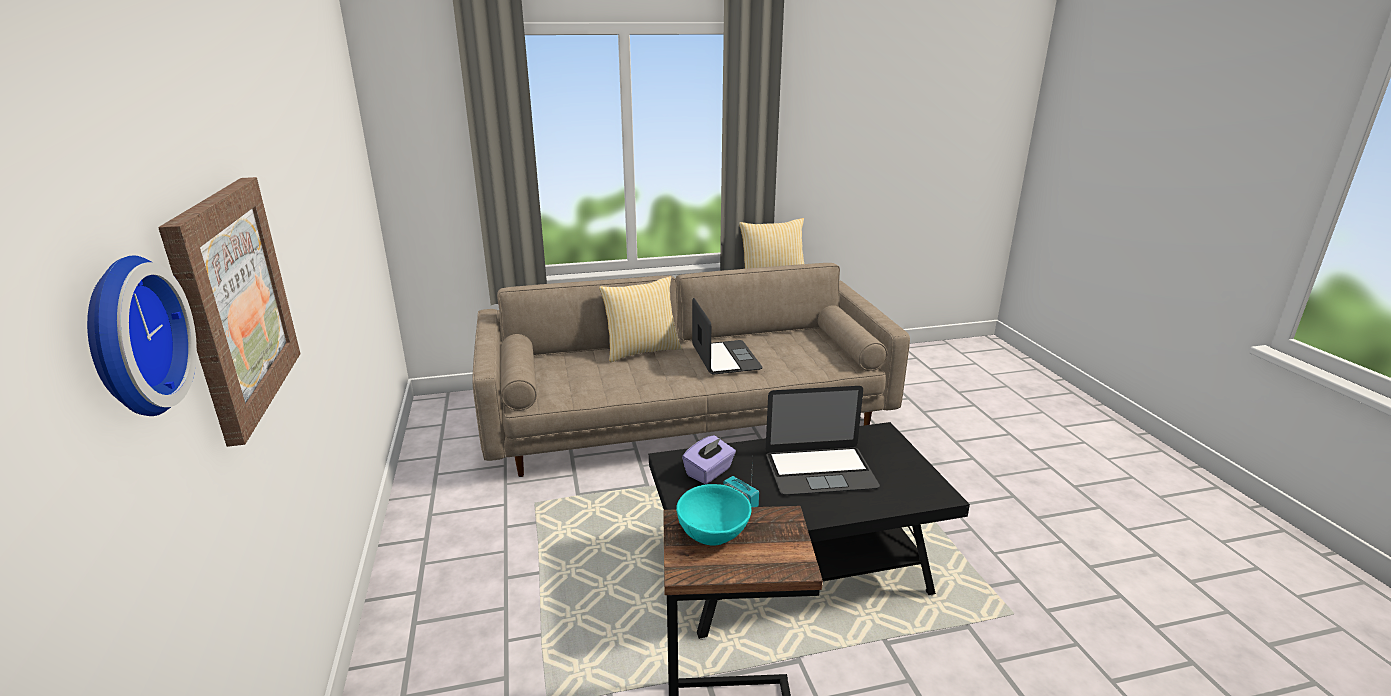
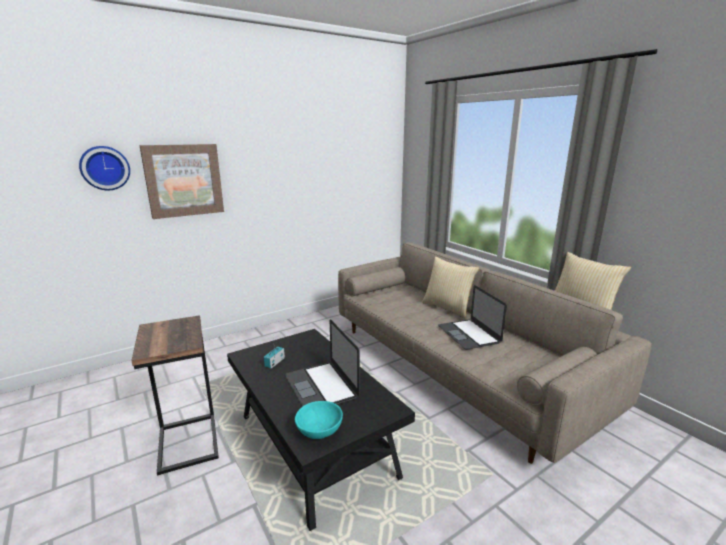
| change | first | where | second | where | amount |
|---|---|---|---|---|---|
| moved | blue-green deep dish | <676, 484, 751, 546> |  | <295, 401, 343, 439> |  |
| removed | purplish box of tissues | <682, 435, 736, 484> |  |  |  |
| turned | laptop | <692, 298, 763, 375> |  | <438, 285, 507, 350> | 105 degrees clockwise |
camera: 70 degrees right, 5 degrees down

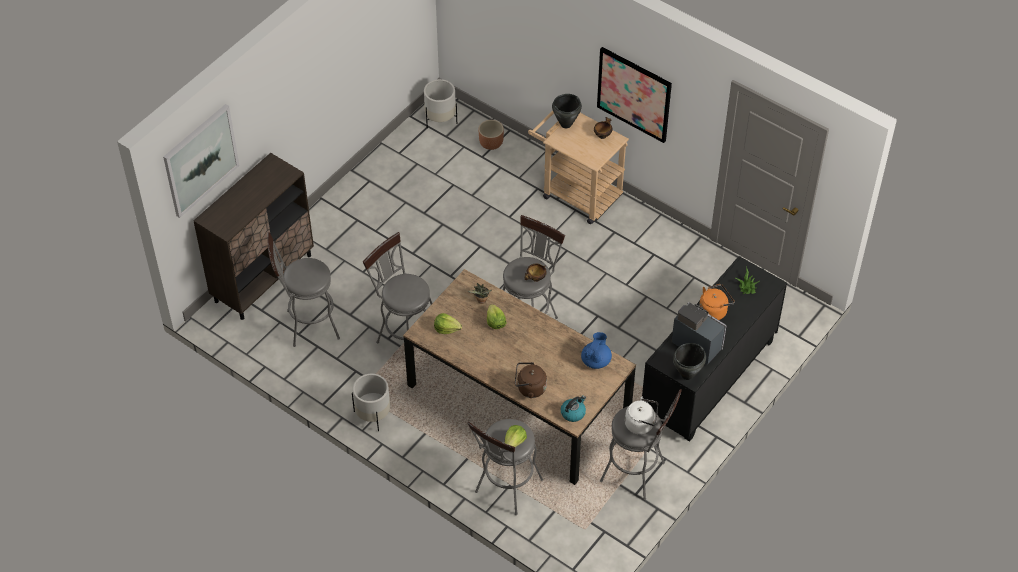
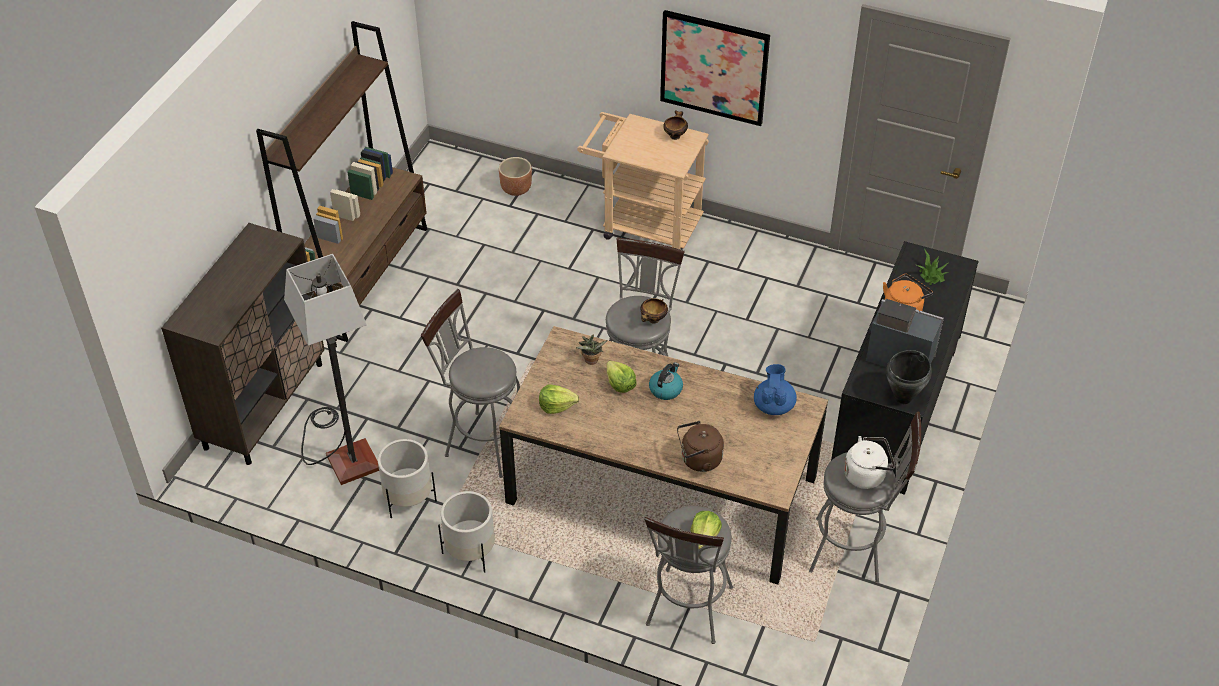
| change | first | where | second | where | amount |
|---|---|---|---|---|---|
| removed | wall picture | <163, 104, 239, 218> |  |  |  |
| replaced | grey sitting stool | <267, 232, 340, 347> | standing lamp | <284, 254, 379, 485> |  |
| moved | white-coloured planter | <424, 79, 457, 128> |  | <378, 439, 437, 518> |  |
| removed | black-coloured cooking pot | <552, 94, 582, 128> |  |  |  |
| moved | kettle | <561, 395, 586, 422> |  | <649, 362, 683, 400> |  |
| added |  |  | brownish shelving unit | <256, 21, 427, 342> |  |
camera: 15 degrees left, 5 degrees down

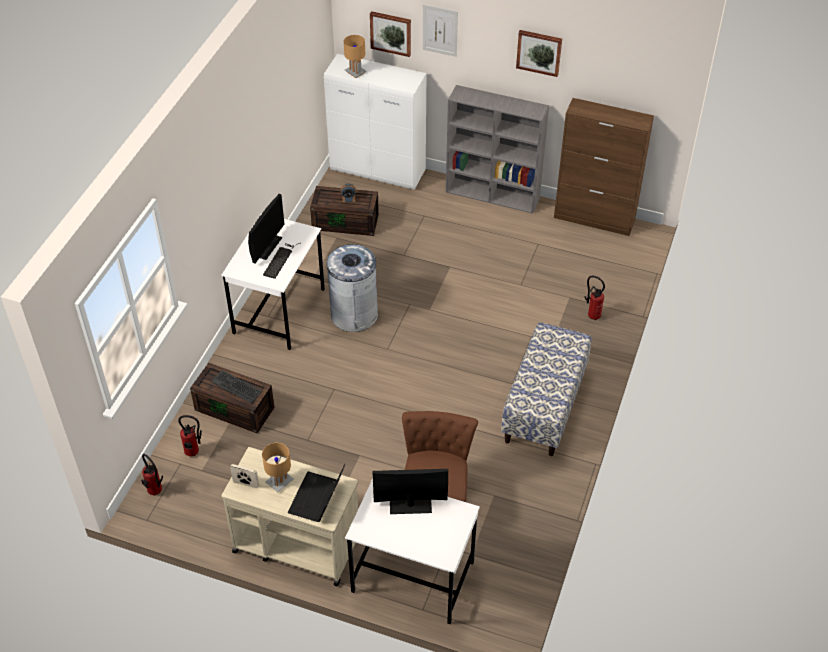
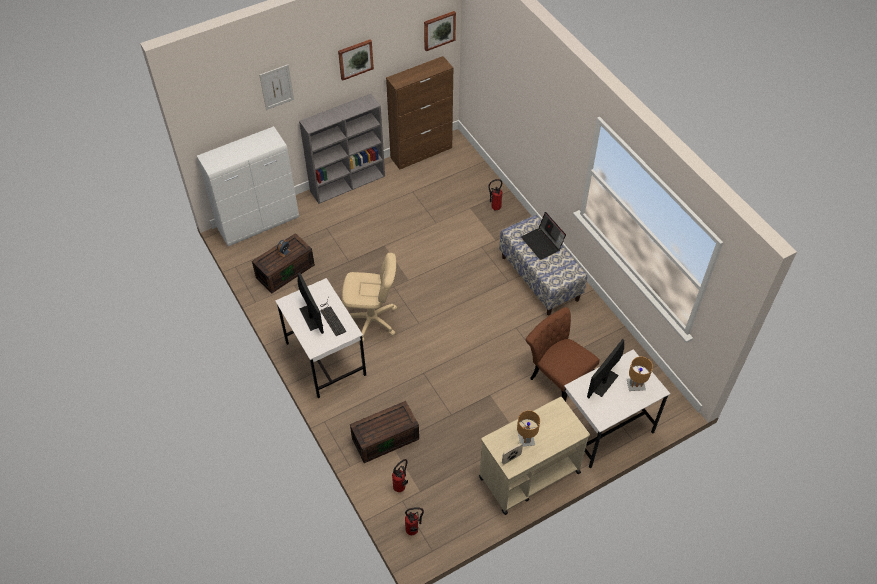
| change | first | where | second | where | amount |
|---|---|---|---|---|---|
| removed | keyboard | <211, 370, 262, 403> |  |  |  |
| moved | laptop | <288, 464, 345, 522> |  | <521, 212, 566, 260> |  |
| replaced | grey rubbish bin | <327, 244, 378, 332> | beige-coloured computer chair | <342, 253, 397, 342> |  |
| moved | brownish table lamp | <344, 35, 367, 78> |  | <627, 357, 653, 391> |  |
| moved | wall picture | <370, 11, 411, 57> |  | <424, 11, 456, 51> |  |
camera: 50 degrees left, 5 degrees up

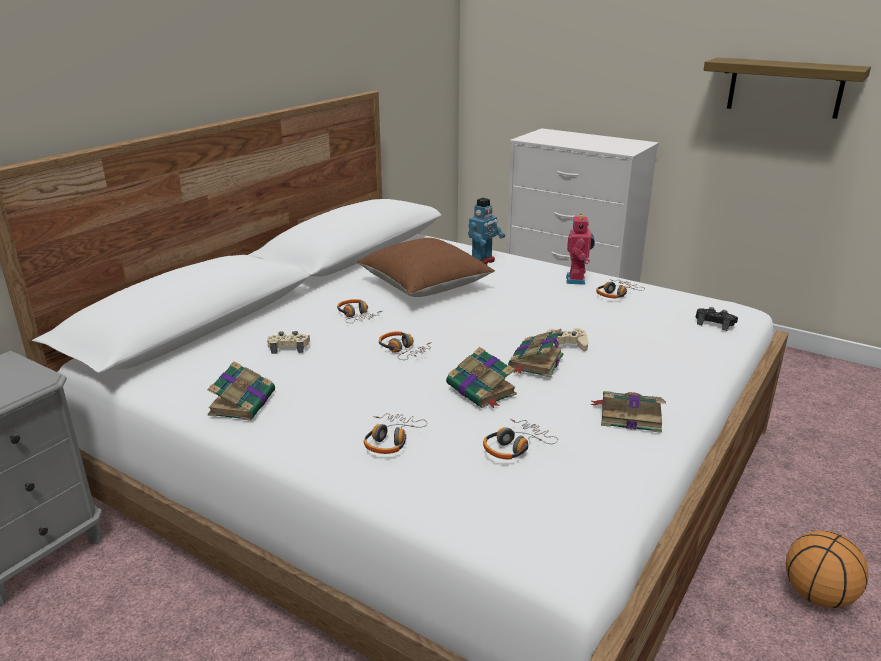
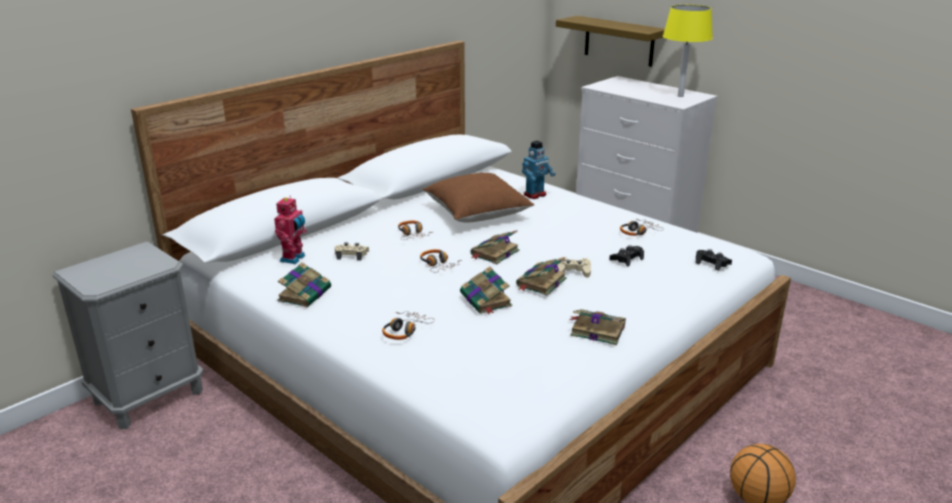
| change | first | where | second | where | amount |
|---|---|---|---|---|---|
| removed | pair of headphones | <483, 419, 558, 459> |  |  |  |
| moved | model robot | <566, 214, 595, 285> |  | <274, 196, 307, 264> |  |
| moved | shelf | <703, 57, 871, 119> |  | <556, 16, 665, 67> |  |
| added |  |  | bound book | <471, 230, 519, 264> |  |
| added |  |  | black-coloured joypad | <609, 245, 644, 267> |  |
| added |  |  | yellow table lamp | <663, 5, 713, 97> |  |
camera: 10 degrees right, 0 degrees up

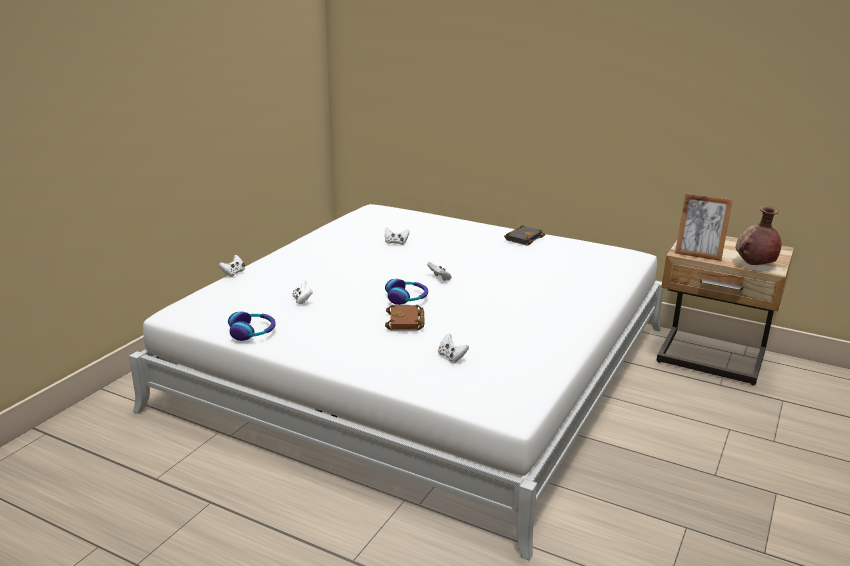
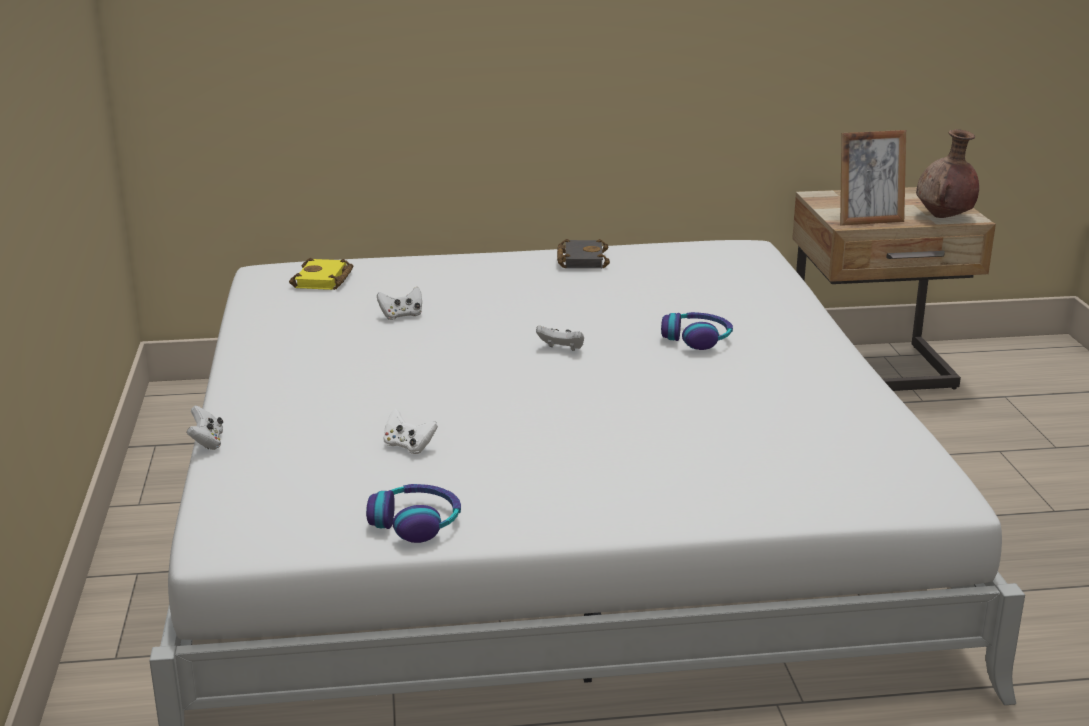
| change | first | where | second | where | amount |
|---|---|---|---|---|---|
| moved | pair of headphones | <385, 279, 428, 305> |  | <661, 312, 733, 350> |  |
| removed | brownish bound book | <385, 305, 425, 331> |  |  |  |
| removed | white-coloured joypad | <438, 334, 469, 363> |  |  |  |
| added |  |  | yellow bound book | <289, 258, 353, 290> |  |
camera: 35 degrees left, 0 degrees up

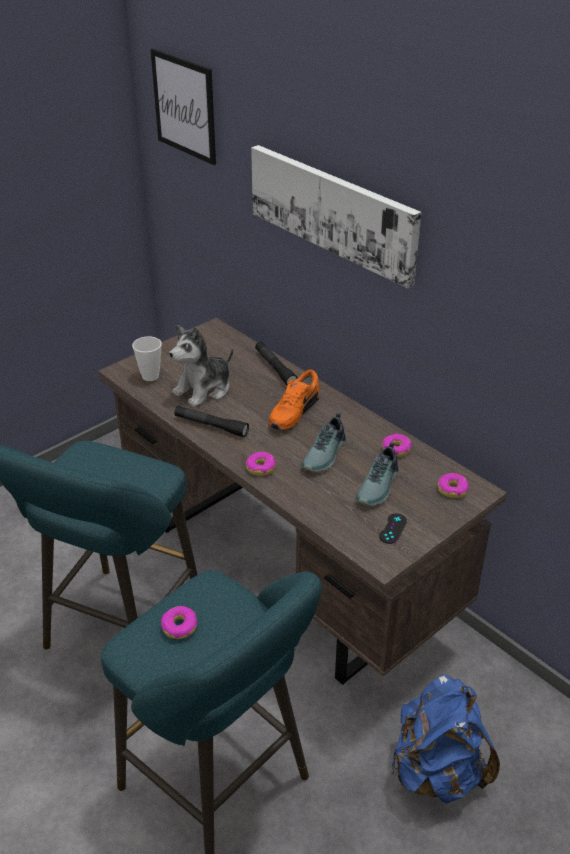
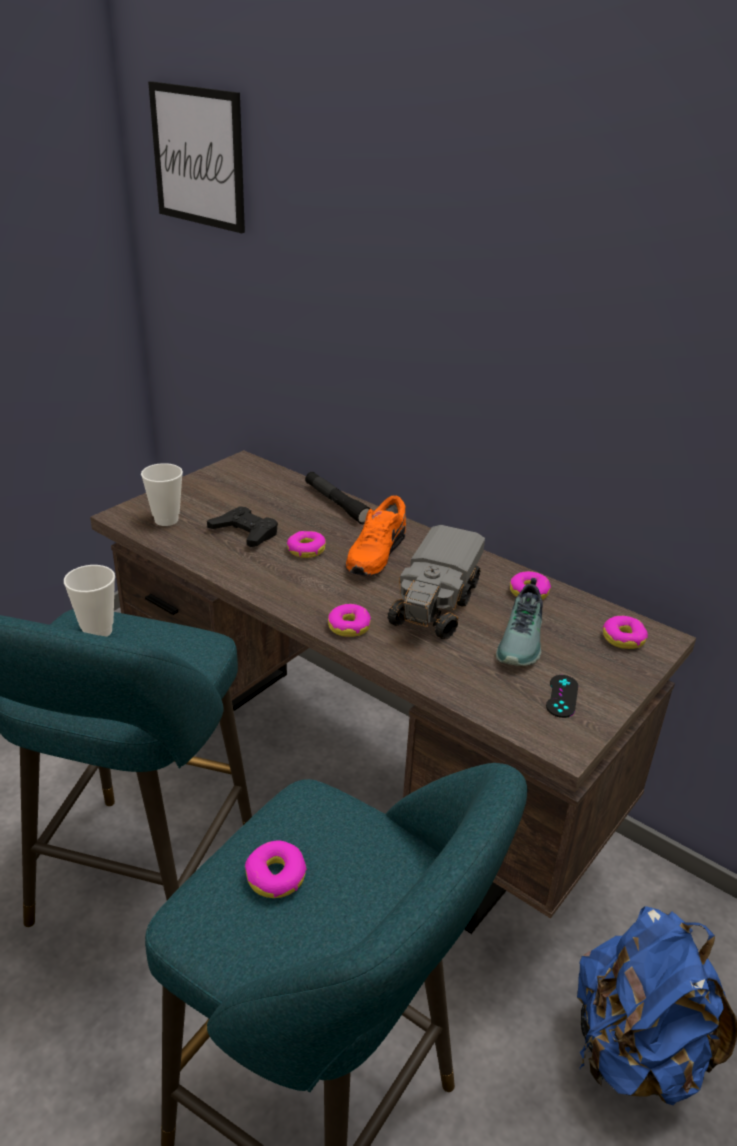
| change | first | where | second | where | amount |
|---|---|---|---|---|---|
| replaced | cuddly toy | <169, 325, 233, 407> | black-coloured joypad | <207, 506, 278, 547> |  |
| removed | black-coloured torch | <174, 406, 249, 437> |  |  |  |
| removed | wall picture | <251, 145, 421, 288> |  |  |  |
| replaced | low shoe | <301, 413, 345, 472> | model truck | <387, 525, 485, 639> |  |
| added |  |  | small cup | <64, 565, 115, 637> |  |
| added |  |  | donut | <287, 531, 326, 558> |  |
camera: 10 degrees left, 5 degrees down

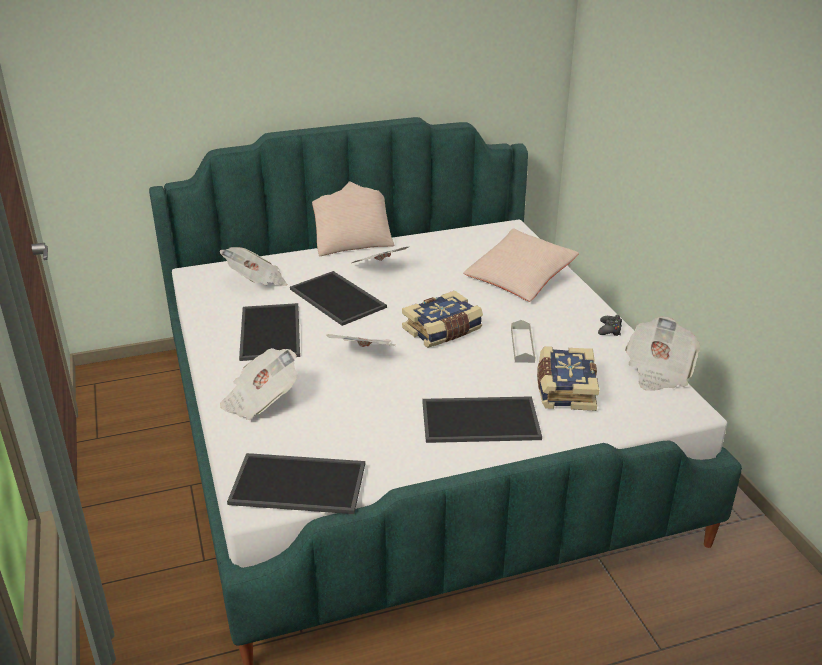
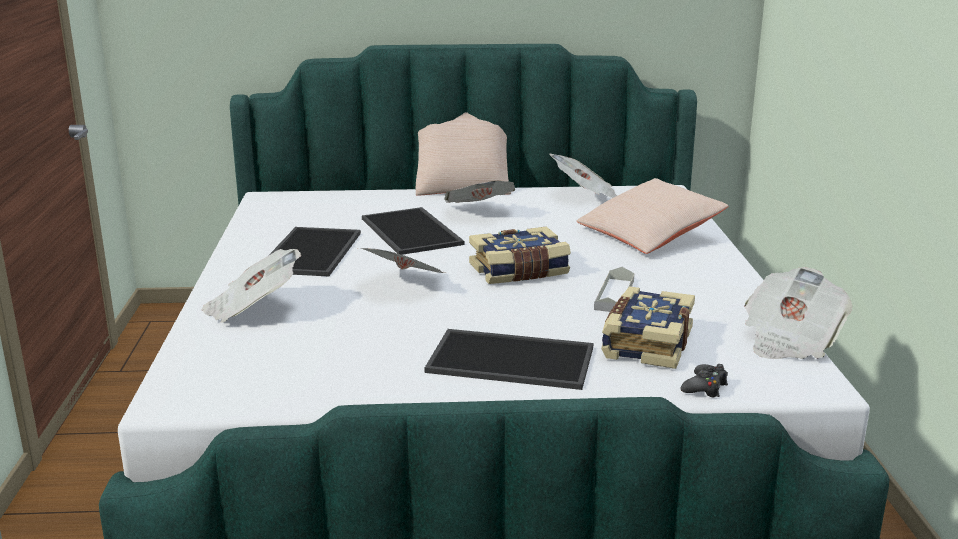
| change | first | where | second | where | amount |
|---|---|---|---|---|---|
| moved | daily paper | <220, 247, 288, 286> |  | <550, 154, 617, 198> |  |
| removed | tray | <227, 453, 365, 514> |  |  |  |
| moved | black-coloured joypad | <598, 315, 622, 336> |  | <680, 364, 728, 398> |  |
camera: 15 degrees right, 10 degrees down

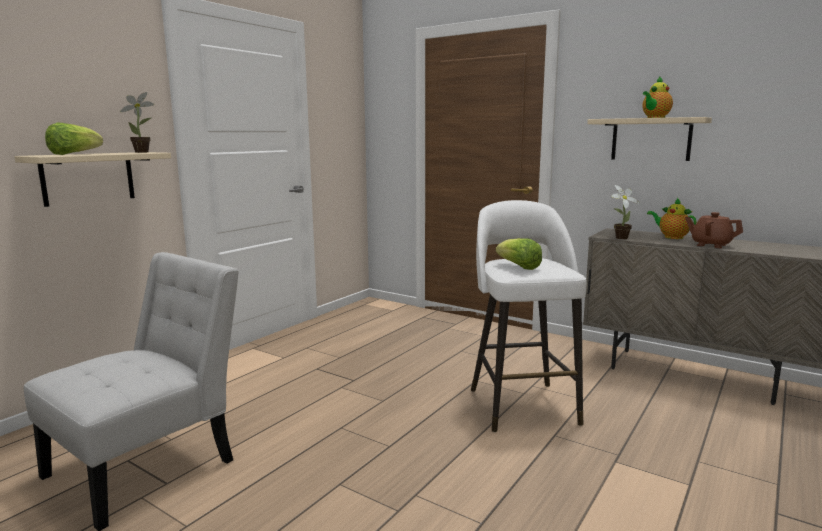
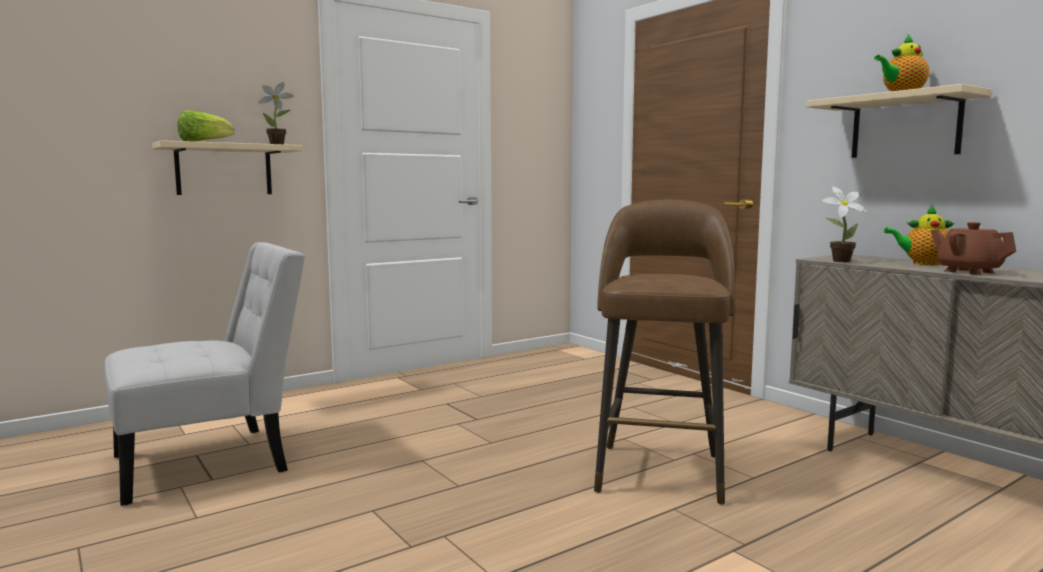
| change | first | where | second | where | amount |
|---|---|---|---|---|---|
| recoloured | white-coloured sitting stool | <471, 200, 587, 432> | brownish sitting stool | <594, 200, 735, 505> |  |
| removed | lettuce | <496, 238, 542, 270> |  |  |  |
| turned | pot for tea | <647, 198, 696, 239> |  | <883, 205, 954, 265> | 60 degrees counterclockwise |
camera: 20 degrees right, 5 degrees down

